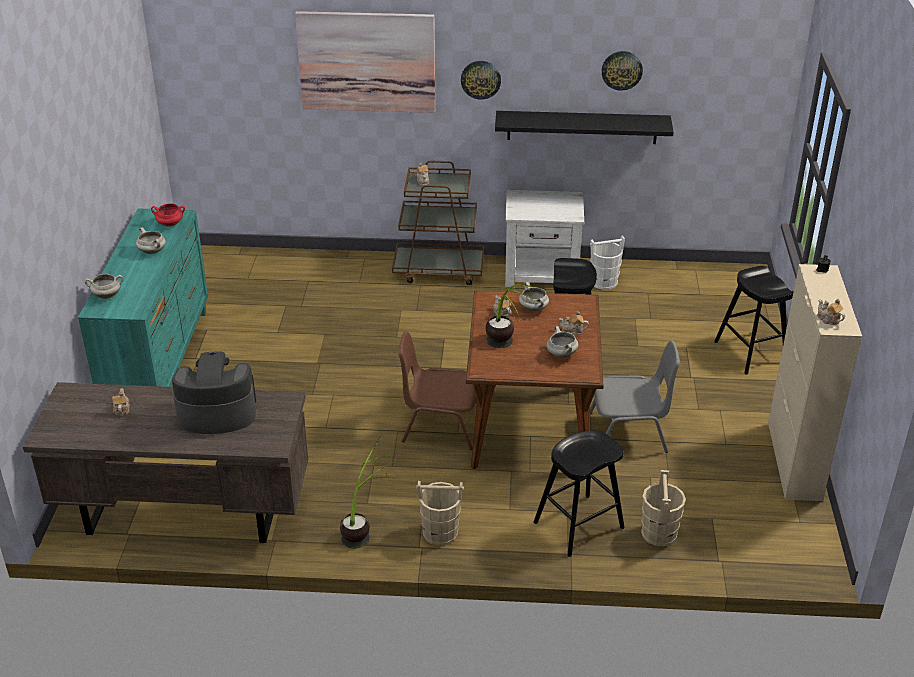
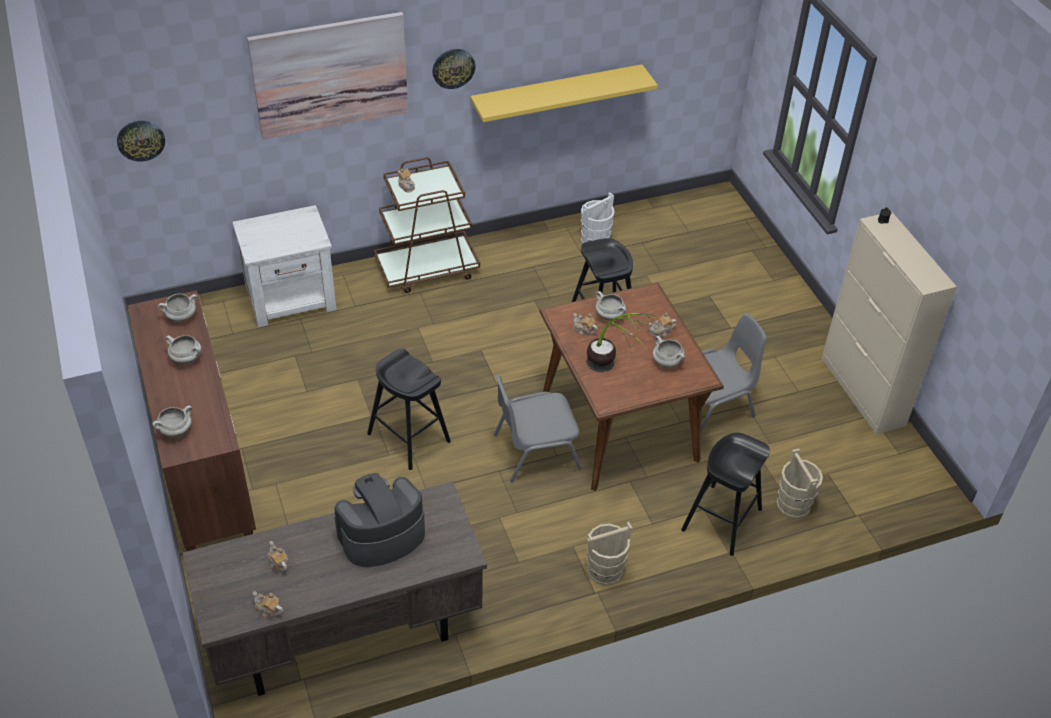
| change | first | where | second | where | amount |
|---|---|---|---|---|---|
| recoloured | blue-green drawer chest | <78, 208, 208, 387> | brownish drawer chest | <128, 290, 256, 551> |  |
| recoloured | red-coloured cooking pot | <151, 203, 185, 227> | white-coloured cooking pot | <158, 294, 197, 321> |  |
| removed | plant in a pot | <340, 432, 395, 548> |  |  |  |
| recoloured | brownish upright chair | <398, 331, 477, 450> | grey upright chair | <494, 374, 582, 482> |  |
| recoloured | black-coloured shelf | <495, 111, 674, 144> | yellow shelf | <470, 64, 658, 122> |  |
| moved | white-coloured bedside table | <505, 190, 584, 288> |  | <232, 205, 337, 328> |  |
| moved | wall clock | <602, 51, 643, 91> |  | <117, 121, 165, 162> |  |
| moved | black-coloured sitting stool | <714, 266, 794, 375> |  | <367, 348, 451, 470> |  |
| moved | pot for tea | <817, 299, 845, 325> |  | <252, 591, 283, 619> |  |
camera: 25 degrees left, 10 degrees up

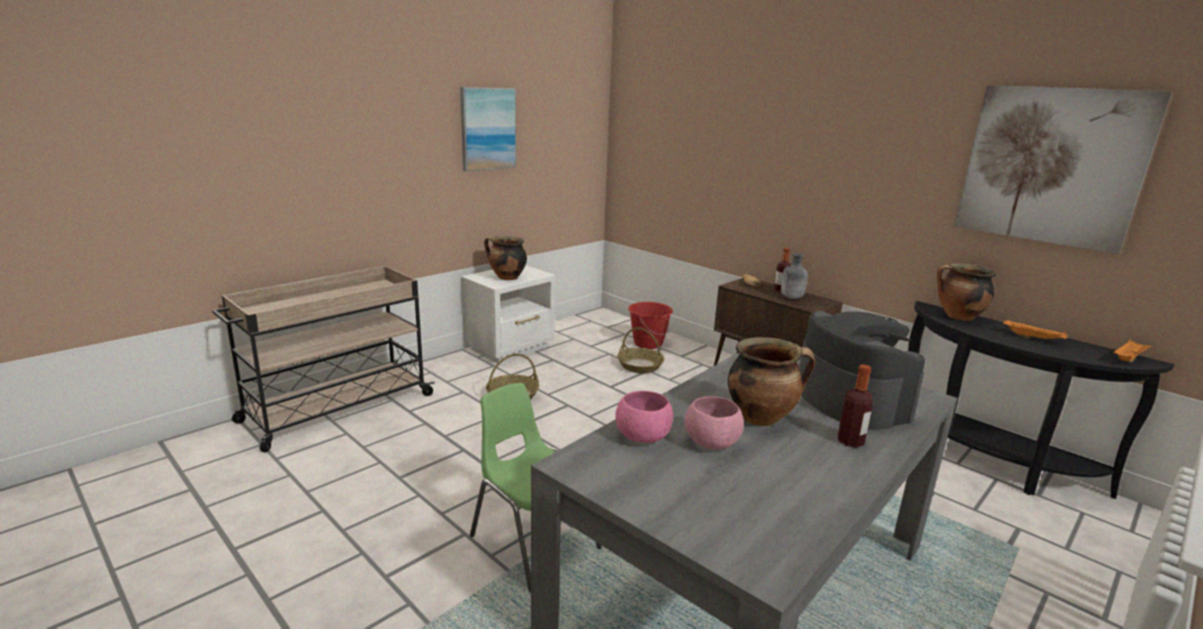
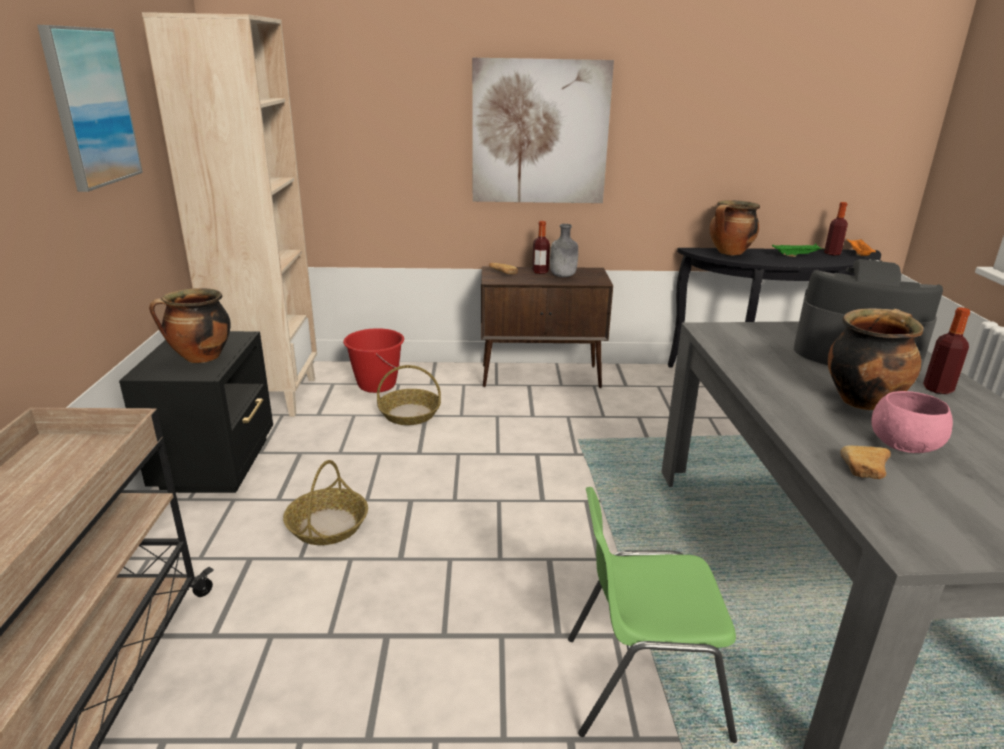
| change | first | where | second | where | amount |
|---|---|---|---|---|---|
| recoloured | white-coloured bedside table | <461, 265, 555, 363> | black-coloured bedside table | <119, 331, 273, 493> |  |
| replaced | pink-coloured deep dish | <616, 391, 673, 443> | baked bread | <840, 446, 891, 479> |  |
| moved | wall picture | <954, 85, 1172, 254> |  | <472, 58, 614, 203> |  |
| recoloured | orangey tray | <1003, 320, 1067, 339> | green tray | <772, 243, 822, 257> |  |
| added |  |  | beige-coloured shelving unit | <142, 12, 317, 417> |  |
| added |  |  | drink bottle | <824, 202, 848, 255> |  |
camera: 45 degrees left, 5 degrees up

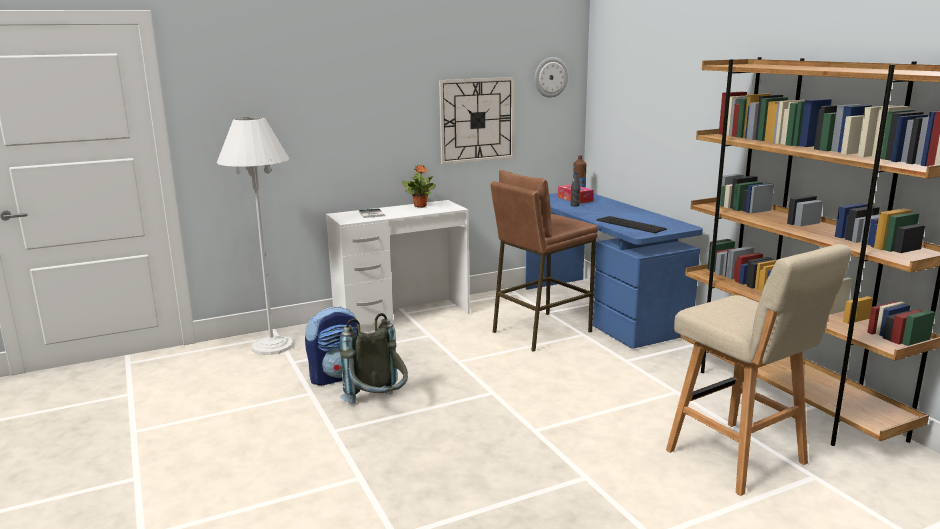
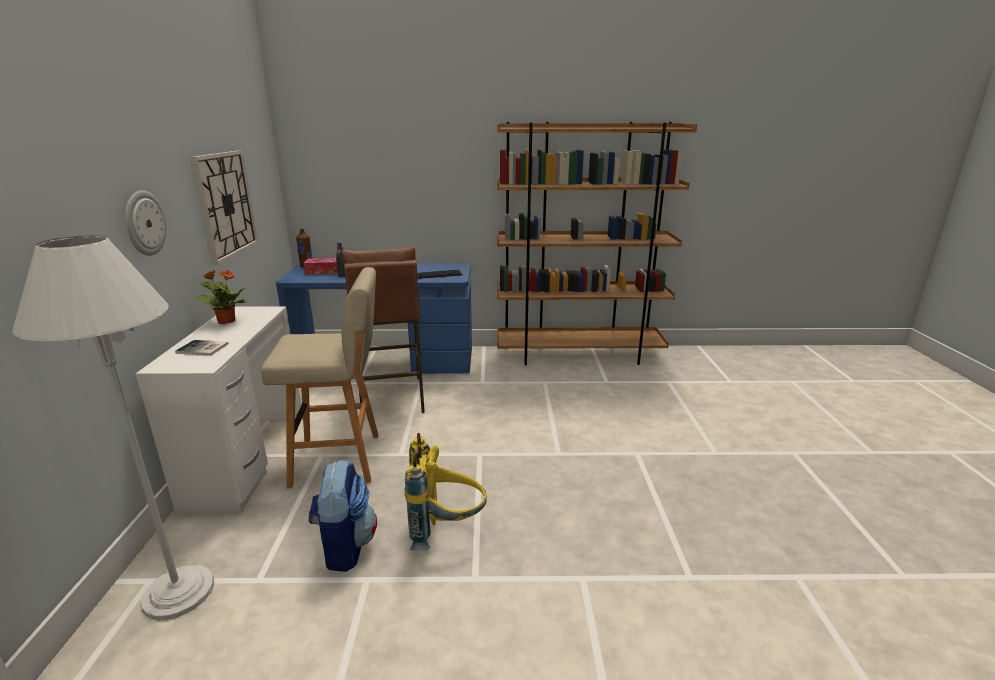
| change | first | where | second | where | amount |
|---|---|---|---|---|---|
| recoloured | grey knapsack | <340, 313, 408, 404> | yellow knapsack | <404, 433, 487, 551> |  |
| moved | wall clock | <535, 57, 568, 98> |  | <125, 190, 166, 256> |  |
| moved | beige-coloured sitting stool | <666, 244, 851, 496> |  | <261, 267, 379, 488> |  |
camera: 65 degrees left, 5 degrees up

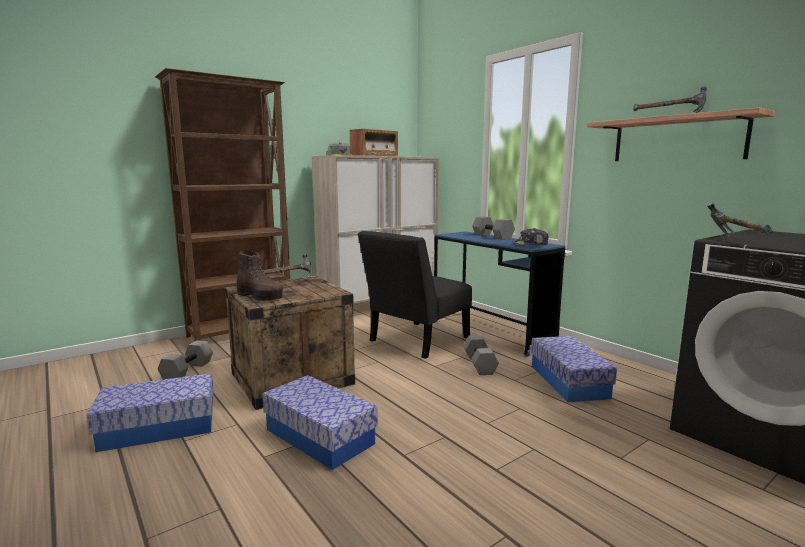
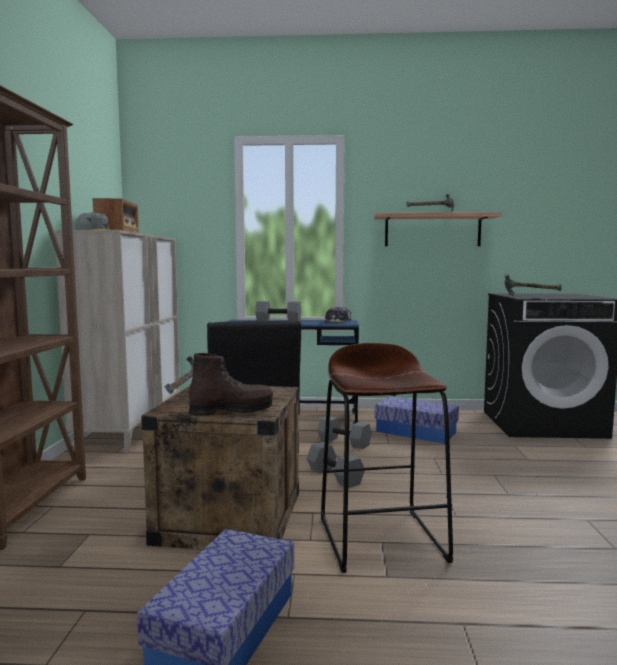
| change | first | where | second | where | amount |
|---|---|---|---|---|---|
| moved | grey hand weight | <158, 340, 213, 380> |  | <306, 442, 365, 488> |  |
| replaced | storage container | <262, 375, 378, 470> | brownish sitting stool | <321, 343, 453, 573> |  |
camera: 50 degrees left, 5 degrees down

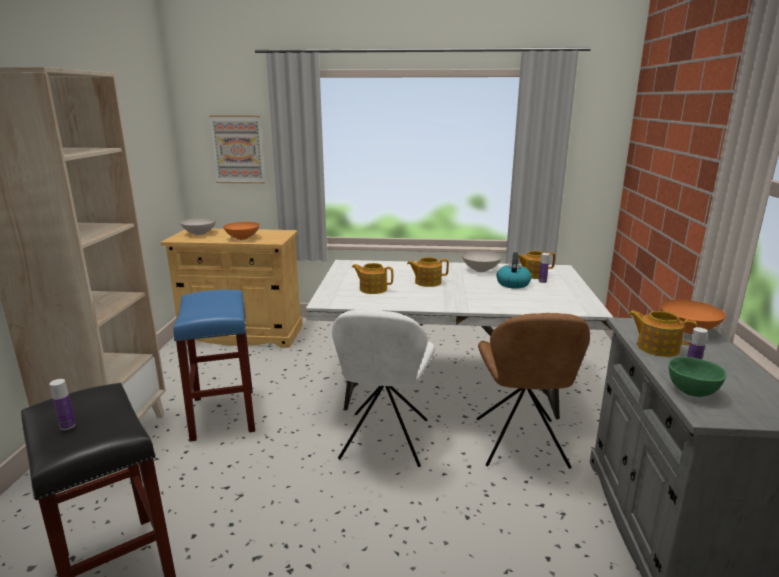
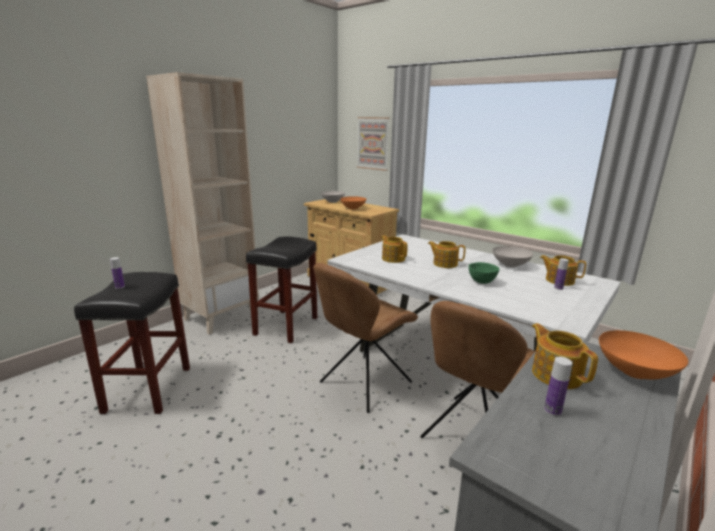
| change | first | where | second | where | amount |
|---|---|---|---|---|---|
| recoloured | blue sitting stool | <173, 289, 255, 442> | black-coloured sitting stool | <246, 236, 317, 343> |  |
| recoloured | white-coloured upright chair | <332, 310, 435, 467> | brownish upright chair | <313, 263, 418, 413> |  |
| removed | kettle | <496, 252, 531, 289> |  |  |  |
| moved | green deep dish | <669, 357, 726, 397> |  | <468, 262, 500, 284> |  |
camera: 35 degrees right, 0 degrees up

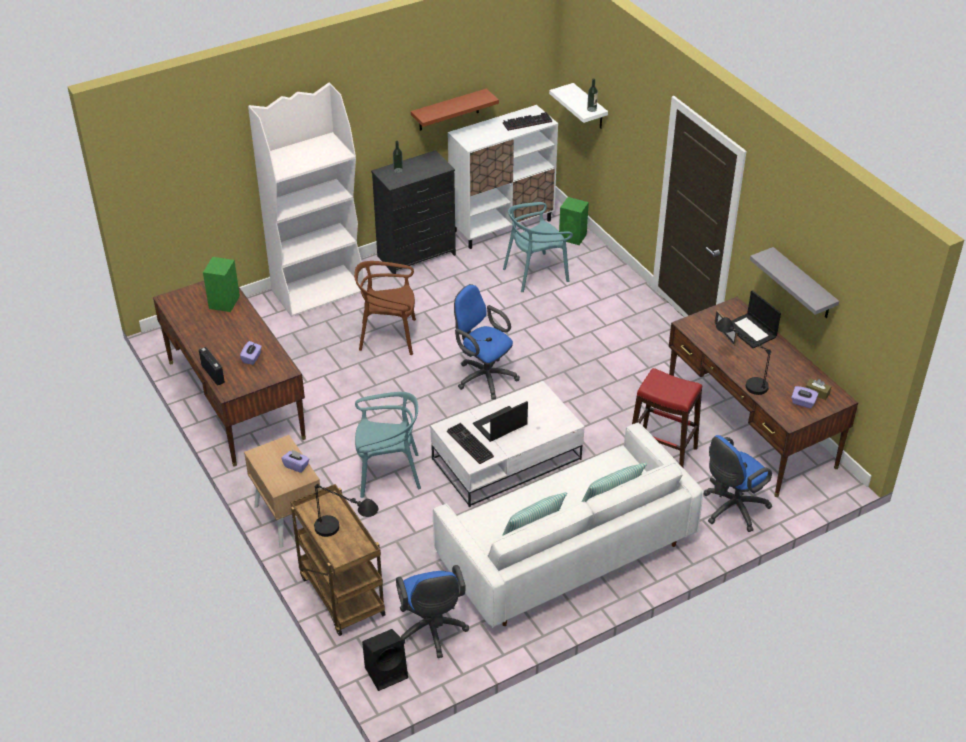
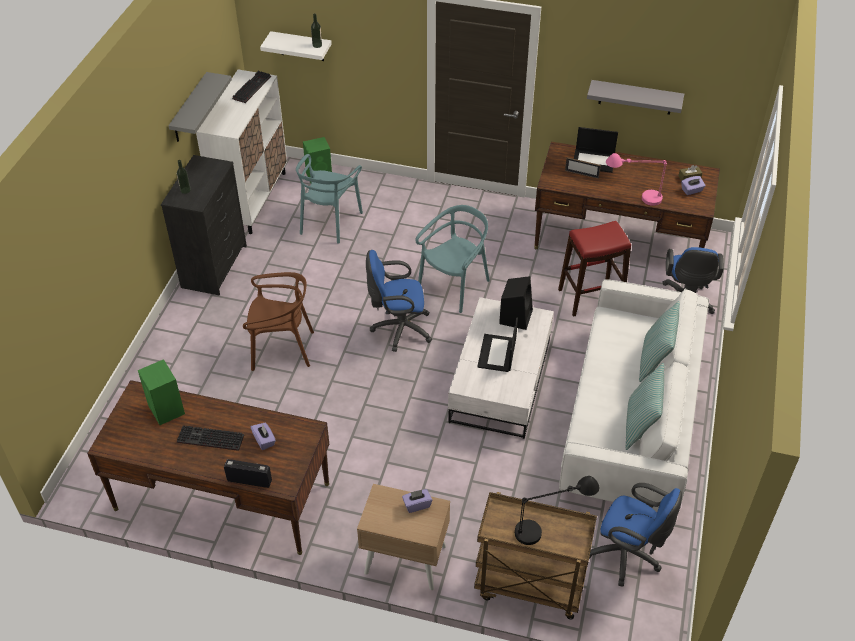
| change | first | where | second | where | amount |
|---|---|---|---|---|---|
| removed | white-coloured shelving unit | <248, 83, 365, 317> |  |  |  |
| turned | brownish upright chair | <354, 261, 416, 355> |  | <243, 272, 314, 371> | 135 degrees counterclockwise |
| moved | blue-green upright chair | <355, 392, 421, 498> |  | <415, 205, 490, 313> |  |
| moved | black-coloured speaker | <362, 629, 408, 691> |  | <499, 276, 533, 330> |  |
| recoloured | brownish shelf | <411, 89, 499, 131> | grey shelf | <168, 72, 232, 142> |  |
| moved | keyboard | <447, 423, 494, 464> |  | <177, 425, 244, 451> |  |
| recoloured | black-coloured table lamp | <716, 317, 771, 395> | pink-coloured table lamp | <606, 153, 667, 206> |  |
camera: 45 degrees left, 5 degrees up

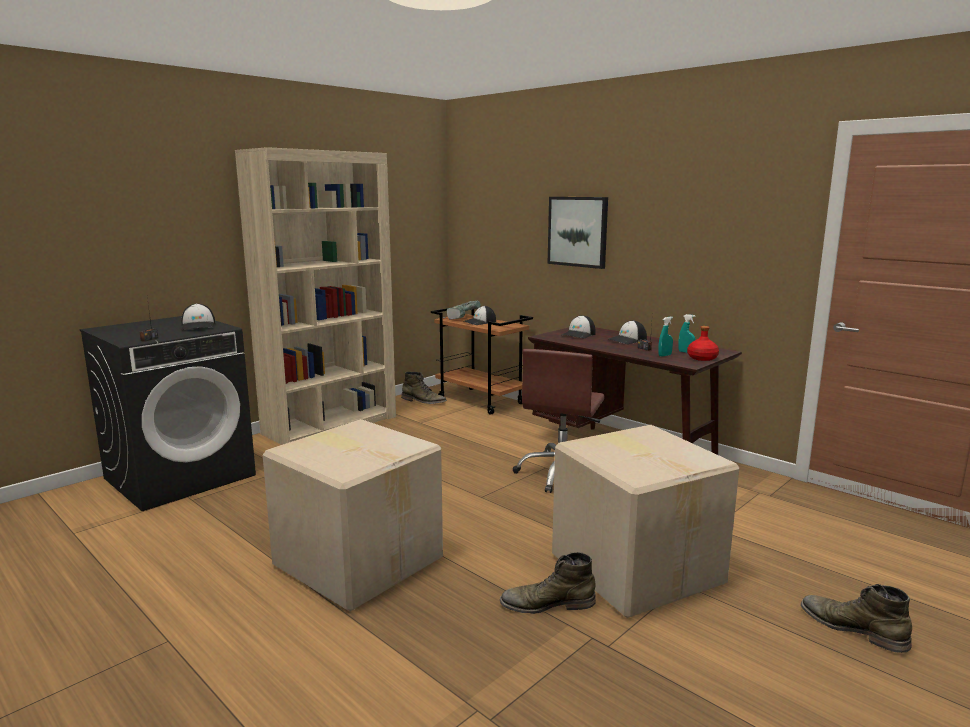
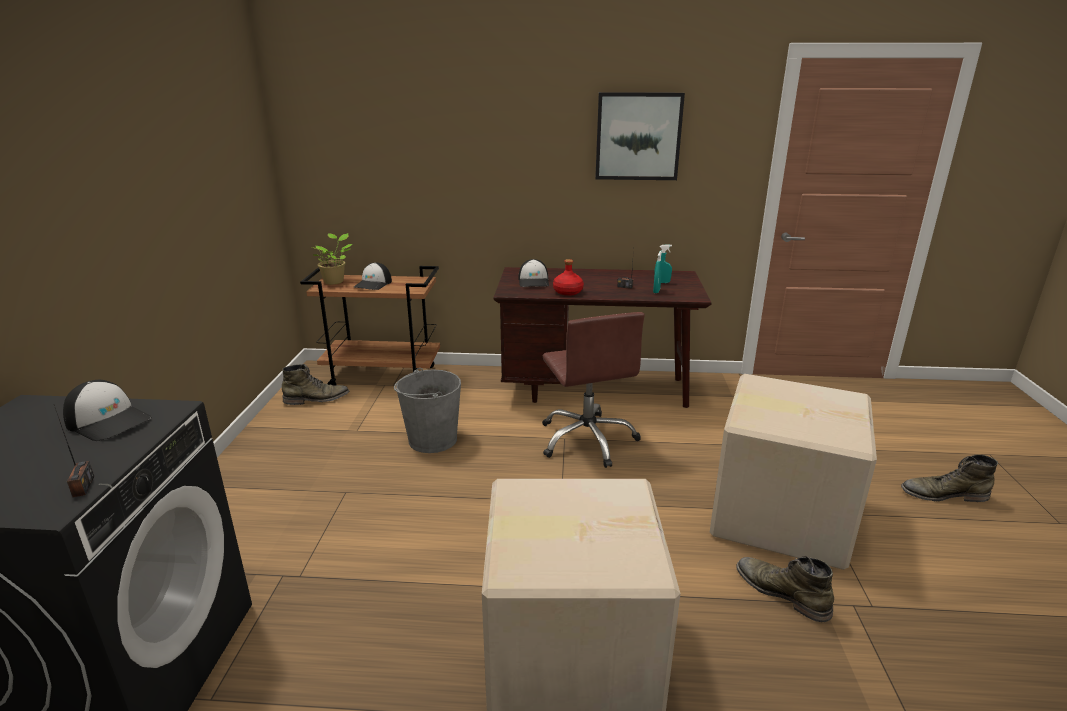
| change | first | where | second | where | amount |
|---|---|---|---|---|---|
| removed | beige-coloured shelving unit | <235, 147, 396, 445> |  |  |  |
| replaced | power drill | <443, 301, 481, 320> | plant in a pot | <311, 233, 352, 284> |  |
| turned | green boot | <500, 552, 596, 614> |  | <736, 556, 834, 622> | 90 degrees clockwise |
| moved | wall picture | <548, 197, 608, 269> |  | <595, 92, 685, 180> |  |
| removed | peaked cap | <609, 320, 647, 344> |  |  |  |
| moved | red-coloured drink bottle | <687, 326, 719, 361> |  | <553, 259, 584, 296> |  |
| added |  |  | grey bucket | <394, 368, 461, 453> |  |
camera: 40 degrees left, 10 degrees up

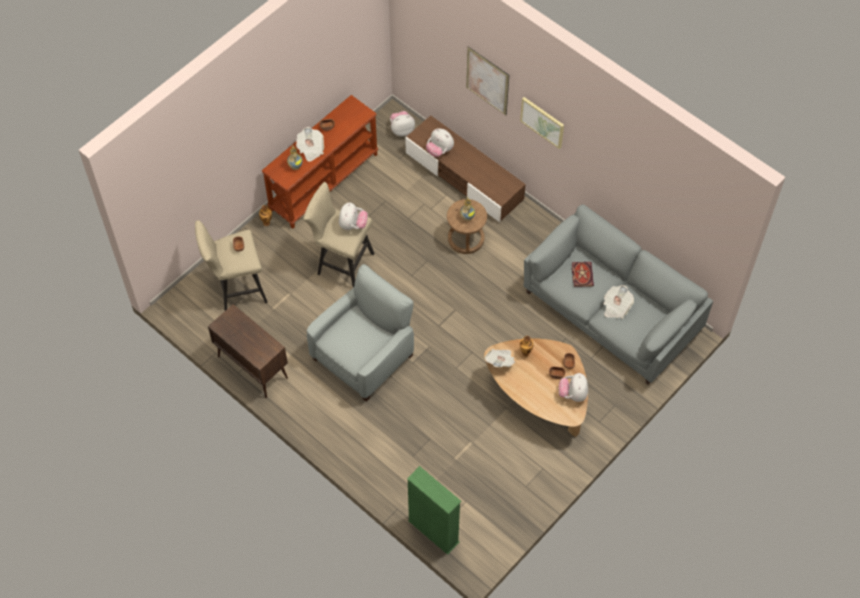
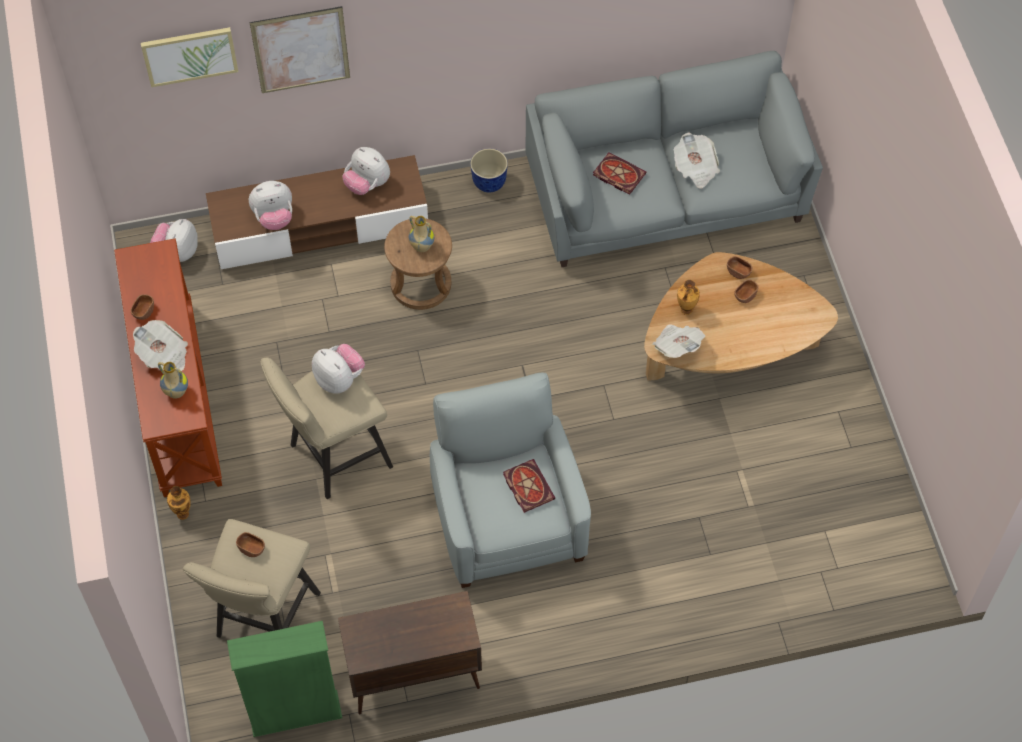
| change | first | where | second | where | amount |
|---|---|---|---|---|---|
| moved | green shelving unit | <407, 466, 462, 555> |  | <227, 621, 342, 737> |  |
| moved | wall picture | <520, 97, 564, 149> |  | <141, 27, 238, 87> |  |
| moved | cuddly toy | <559, 373, 588, 402> |  | <343, 147, 390, 195> |  |
| added |  |  | planter | <470, 149, 508, 192> |  |
| added |  |  | bound book | <503, 459, 555, 513> |  |
camera: 55 degrees left, 0 degrees up

